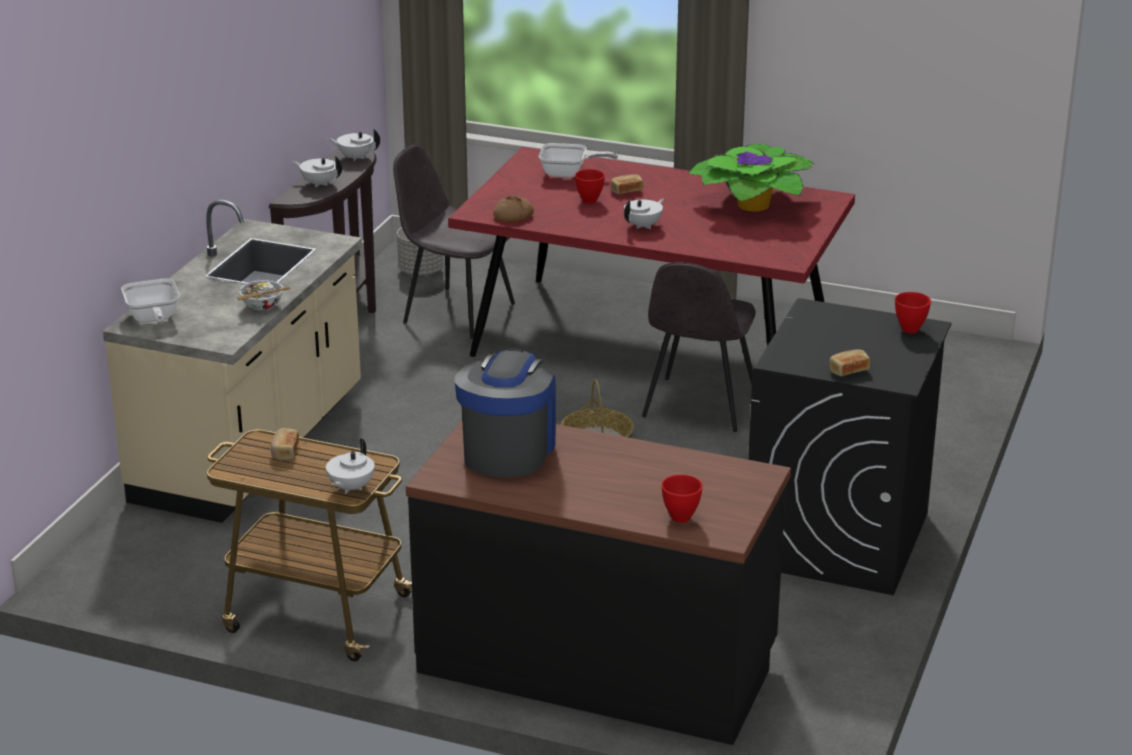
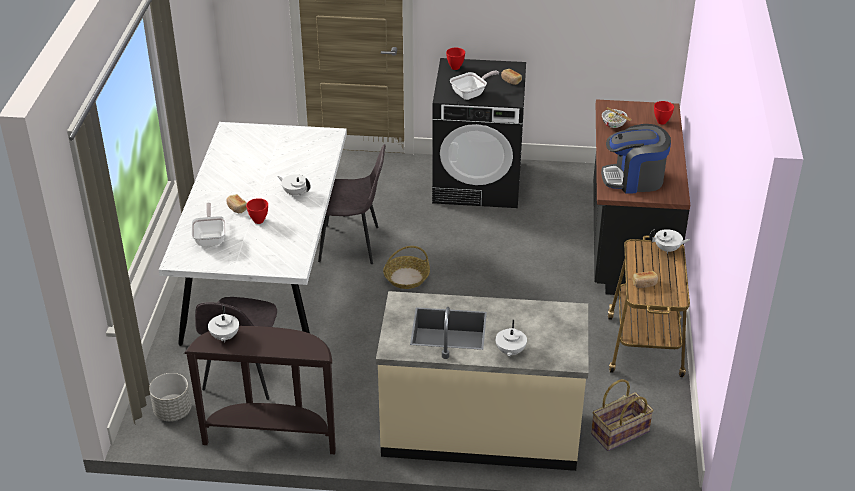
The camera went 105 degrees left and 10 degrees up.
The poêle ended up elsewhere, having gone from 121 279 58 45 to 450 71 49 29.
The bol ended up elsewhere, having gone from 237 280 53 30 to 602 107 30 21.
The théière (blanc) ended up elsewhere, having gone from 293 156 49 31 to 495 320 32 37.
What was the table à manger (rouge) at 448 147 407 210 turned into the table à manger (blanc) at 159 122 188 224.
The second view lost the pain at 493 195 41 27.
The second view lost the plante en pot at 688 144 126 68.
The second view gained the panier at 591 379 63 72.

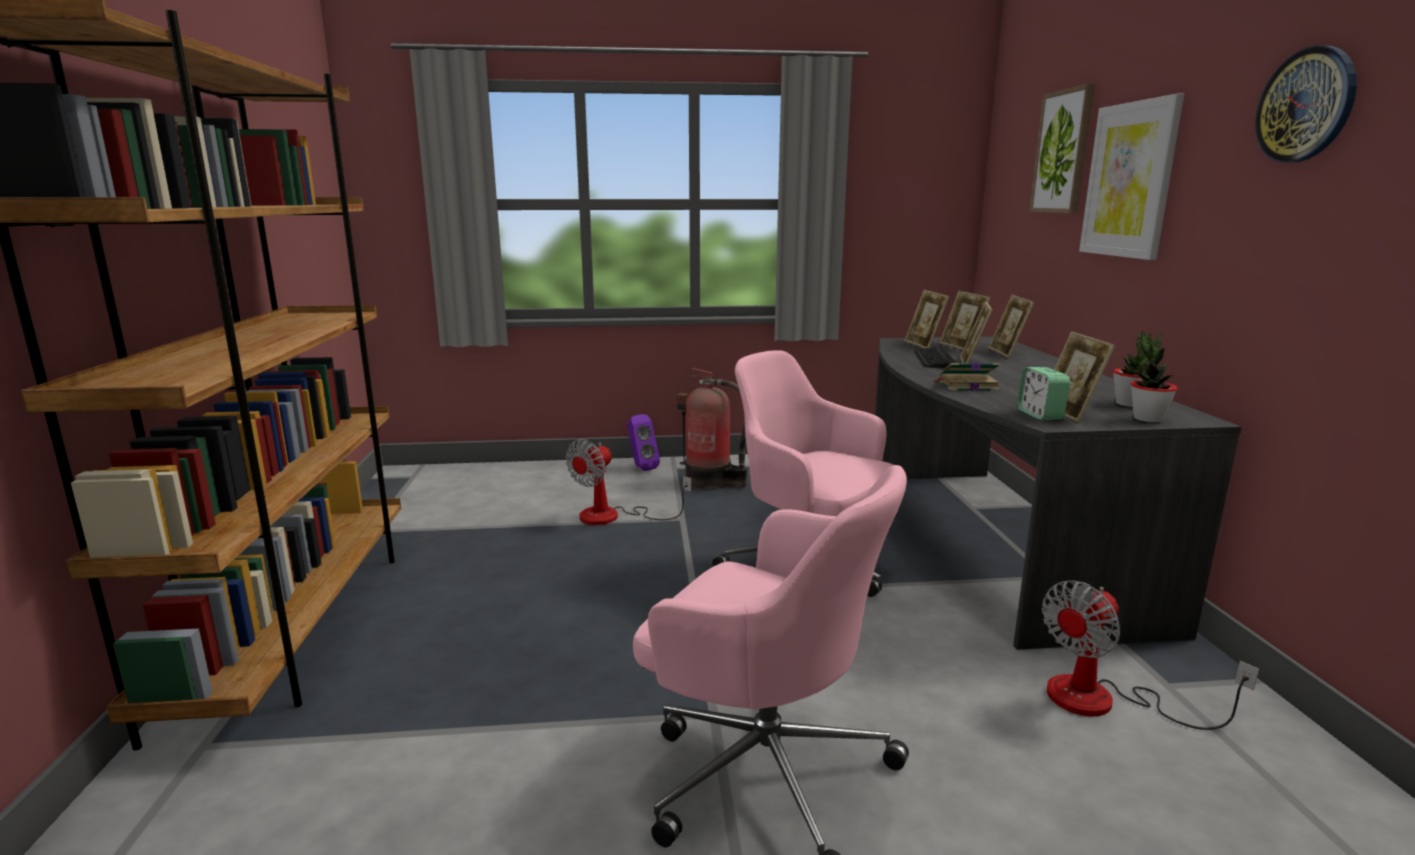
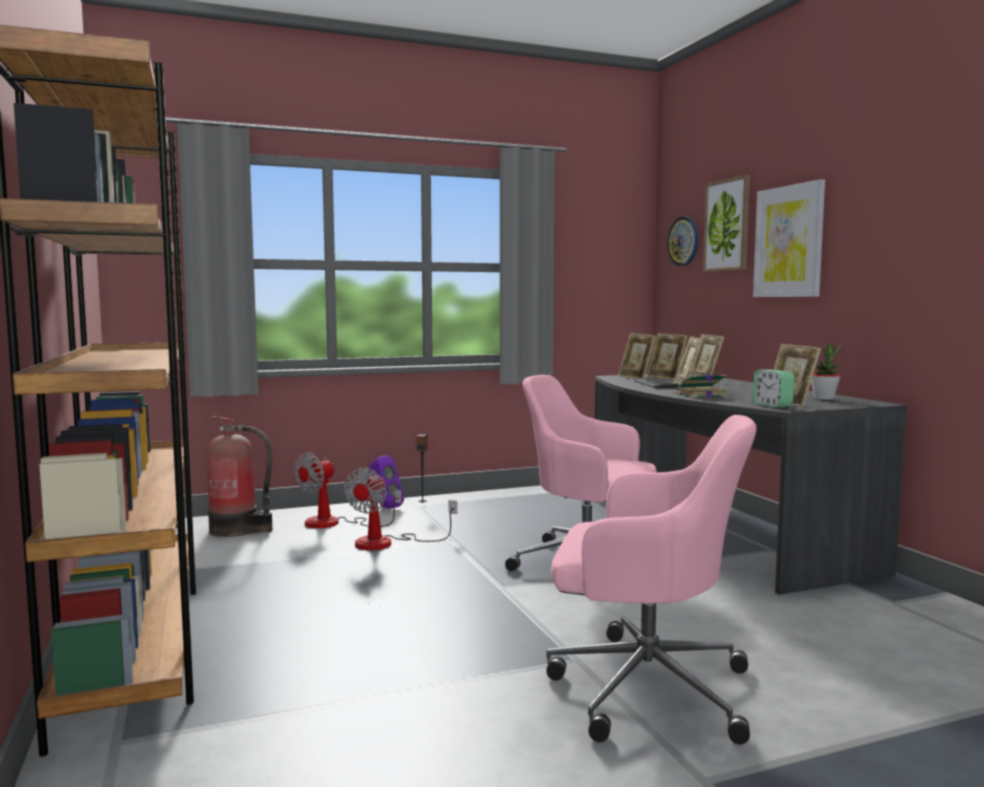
The camera went 15 degrees left and 10 degrees down.
The extincteur ended up elsewhere, having gone from 685 368 62 122 to 207 416 66 121.
The ventilateur ended up elsewhere, having gone from 1042 580 217 150 to 294 452 108 76.
The second view lost the plante en pot at 1131 341 47 82.
The horloge murale ended up elsewhere, having gone from 1255 45 102 118 to 667 216 32 50.

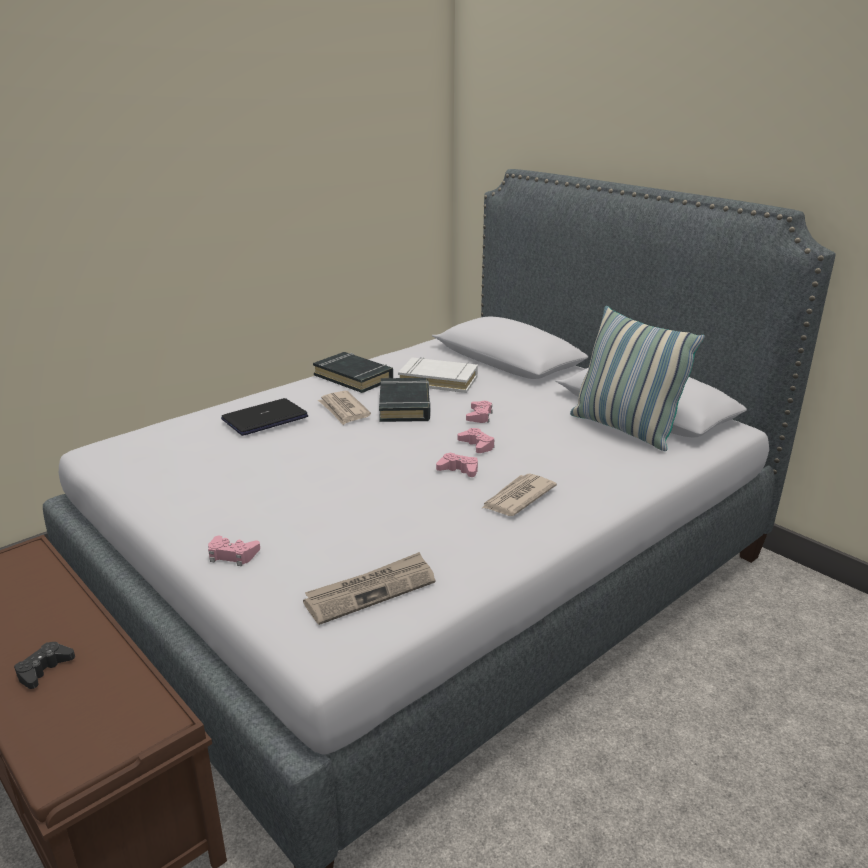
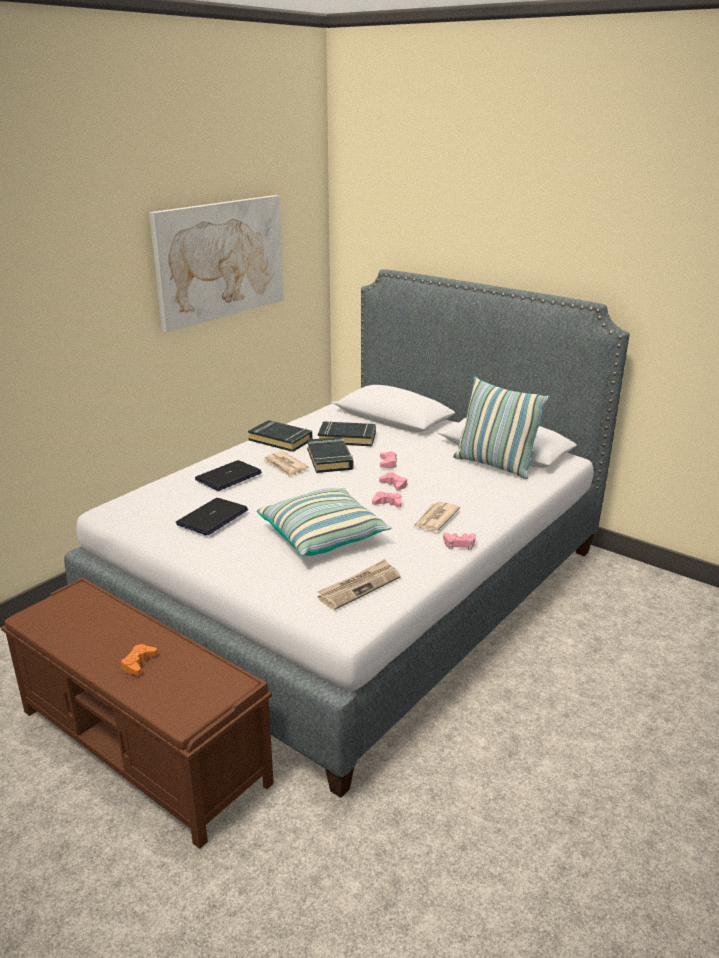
The camera went 10 degrees left and 0 degrees up.
What was the manette (noir) at 14 642 61 47 turned into the manette (orange) at 121 644 36 31.
The manette (rose) ended up elsewhere, having gone from 208 536 52 30 to 443 533 33 17.
What was the livre (blanc) at 398 357 80 36 turned into the livre (noir) at 318 421 58 25.
The second view gained the tableau at 149 195 135 137.
The second view gained the ordinateur portable at 175 498 73 37.
The second view gained the coussin at 257 488 135 68.

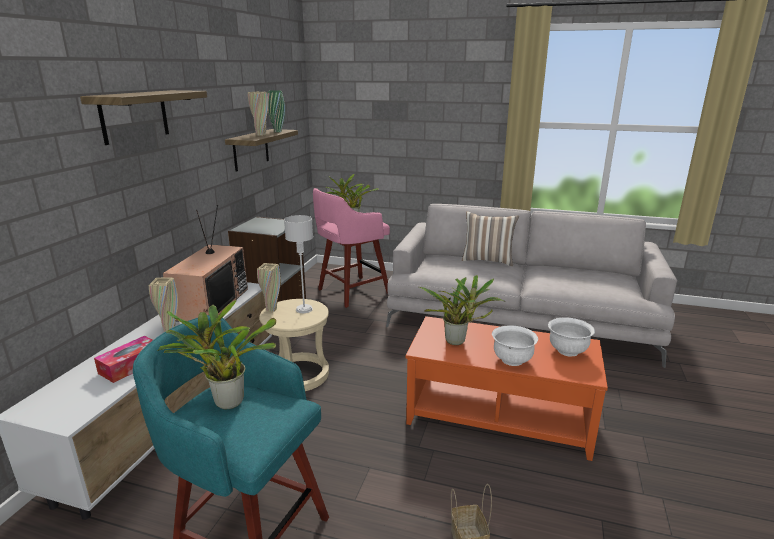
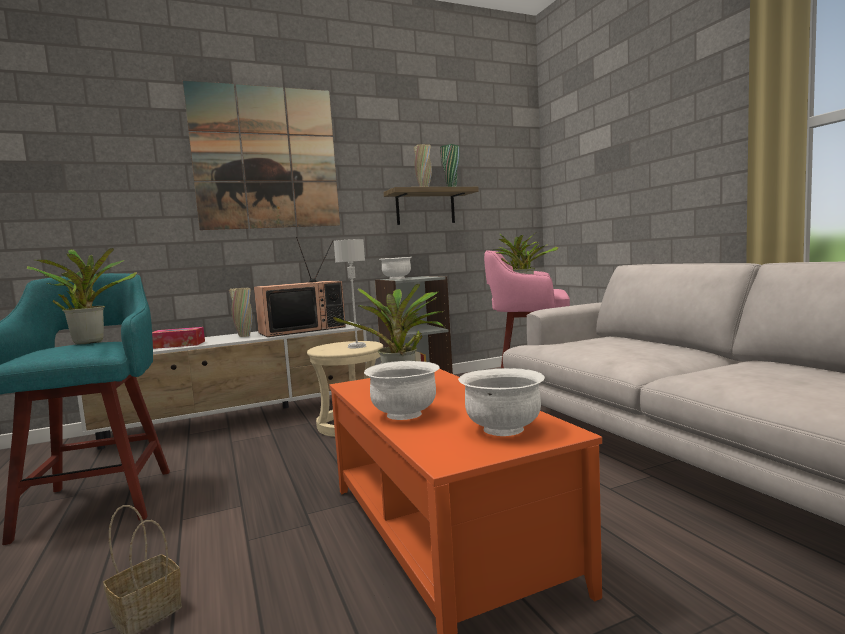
The camera went 50 degrees right and 15 degrees down.
Where the étagère hung at 80 90 127 55, the tableau came to hang at 183 80 157 150.
The second view lost the vase (beige) at 257 263 24 49.
The second view lost the coussin at 462 211 57 55.
The second view gained the bol (blanc) at 380 257 32 22.

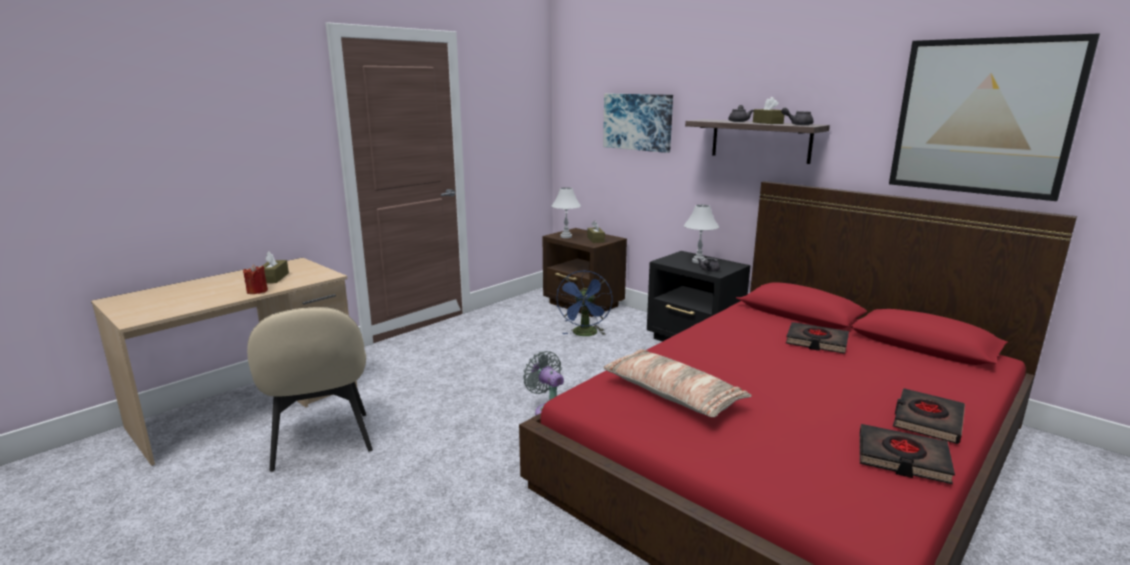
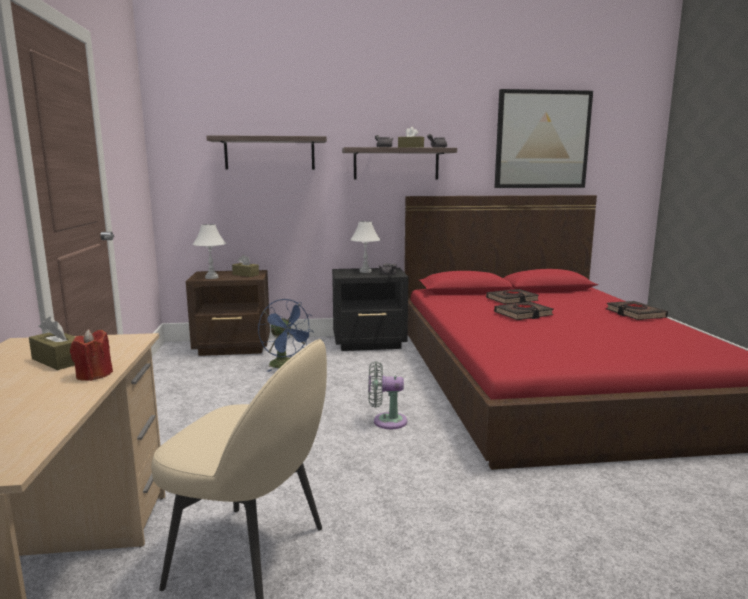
The camera went 50 degrees left and 5 degrees down.
Where the tableau hung at 603 94 70 59, the étagère came to hang at 206 135 121 35.
The second view lost the coussin at 603 349 149 68.
The livre (noir) ended up elsewhere, having gone from 860 424 95 60 to 494 302 60 18.

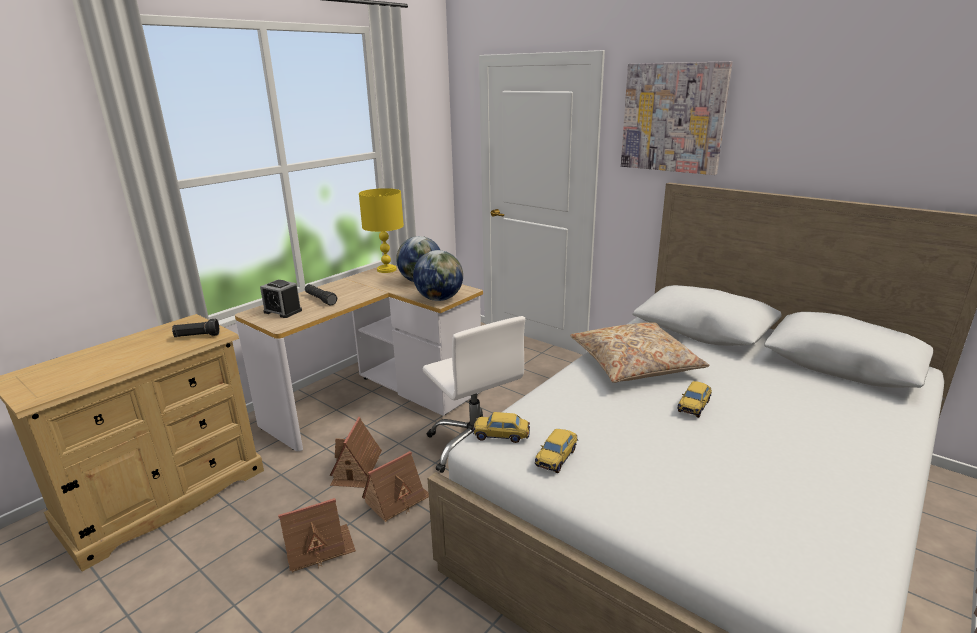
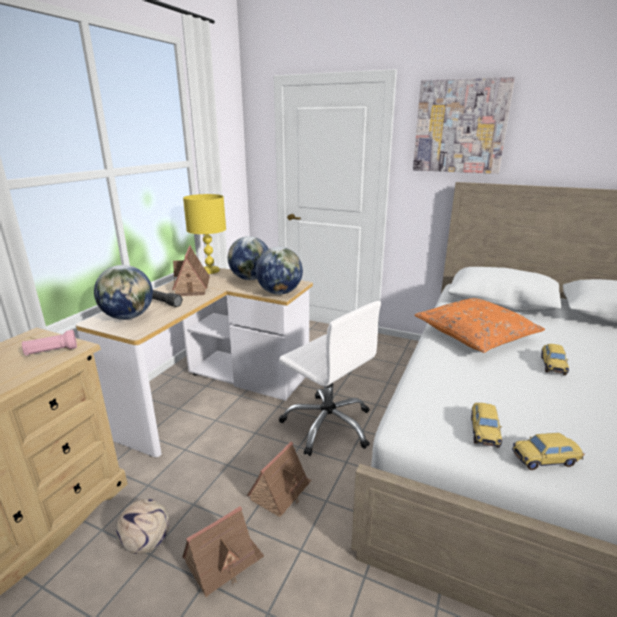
The camera went 15 degrees left and 0 degrees up.
What was the lampe de poche (noir) at 172 319 47 18 turned into the lampe de poche (rose) at 22 330 55 26.
Where the réveil stood at 260 280 42 38, the globe came to stand at 94 265 59 55.
The maison miniature ended up elsewhere, having gone from 330 417 52 71 to 172 246 38 50.
The petite voiture ended up elsewhere, having gone from 473 412 57 31 to 512 433 72 37.
What was the coussin (beige) at 570 322 139 61 turned into the coussin (orange) at 415 298 130 55.
The second view gained the ballon de foot at 116 499 53 55.

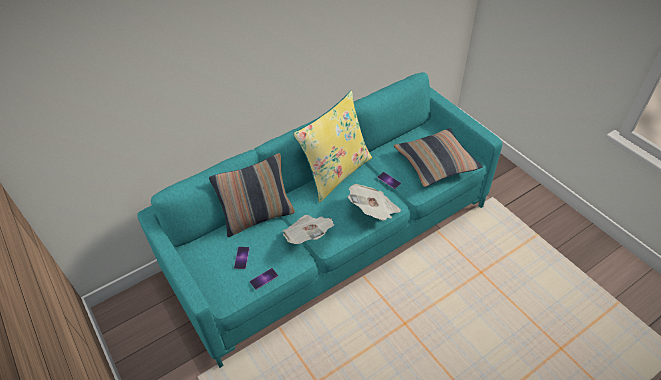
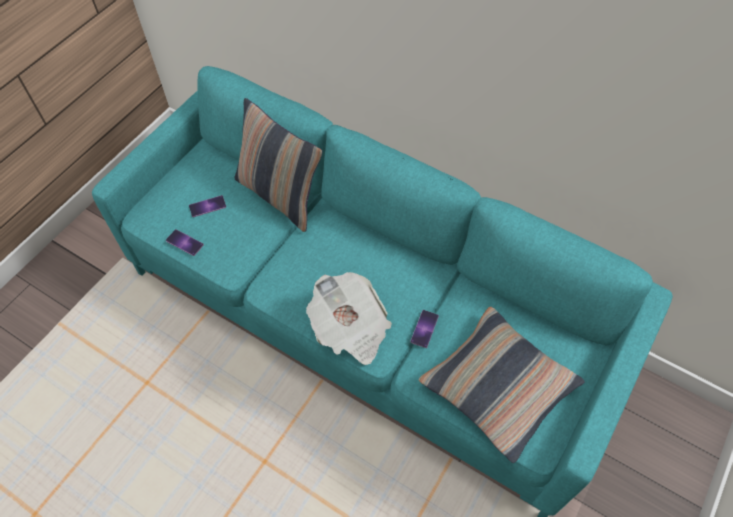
The camera went 65 degrees right and 10 degrees up.
The second view lost the journal at 283 215 51 29.
The second view lost the coussin (jaune) at 293 91 79 111.

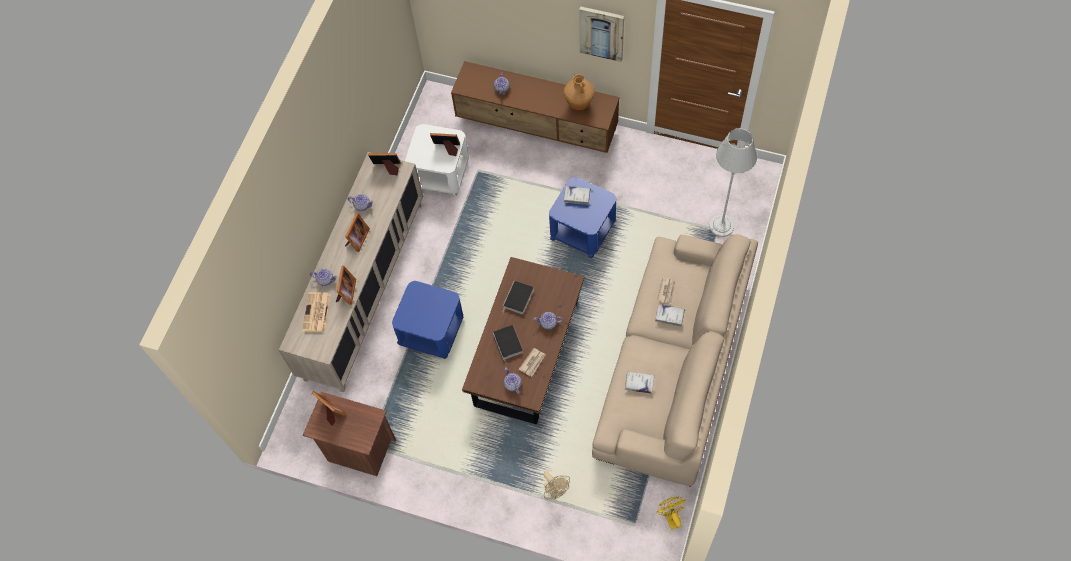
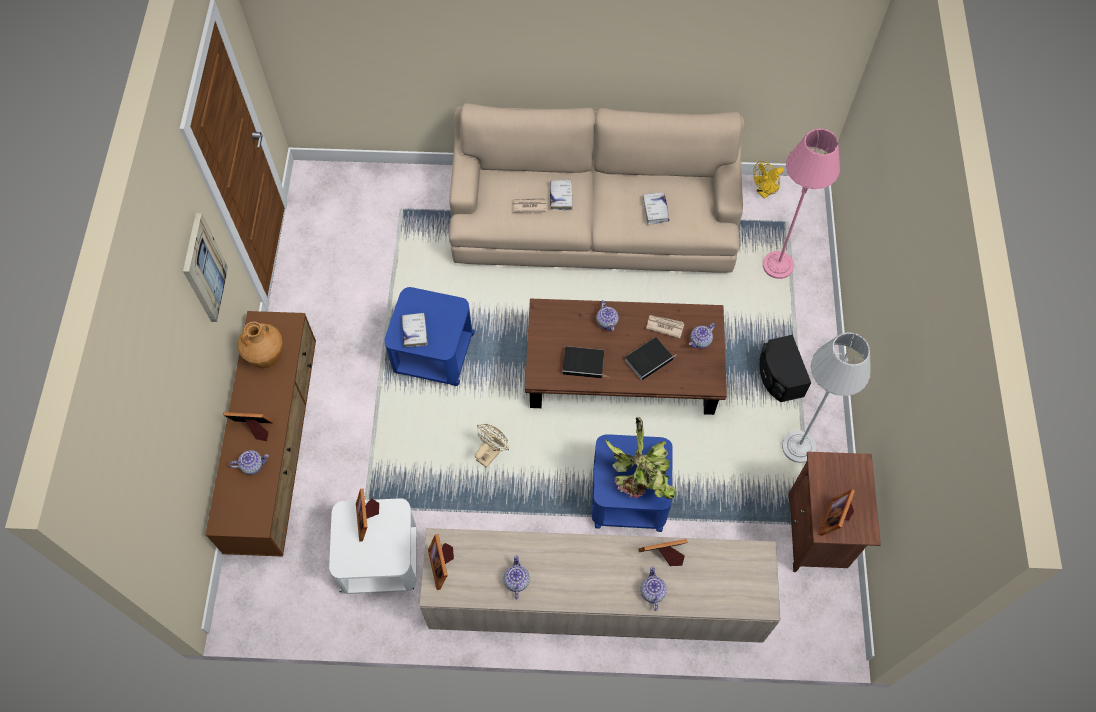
The camera went 110 degrees left and 0 degrees up.
The second view lost the journal at 302 292 29 40.
The cadre photo ended up elsewhere, having gone from 345 213 25 39 to 223 412 50 29.
The ventilateur (beige) ended up elsewhere, having gone from 543 471 27 28 to 475 424 34 44.
The lampadaire (gris) ended up elsewhere, having gone from 709 128 48 109 to 782 332 89 131.
The second view gained the plante en pot at 605 417 71 82.
The second view gained the enceinte (noir) at 759 335 52 67.
The second view gained the lampadaire (rose) at 763 128 77 151.

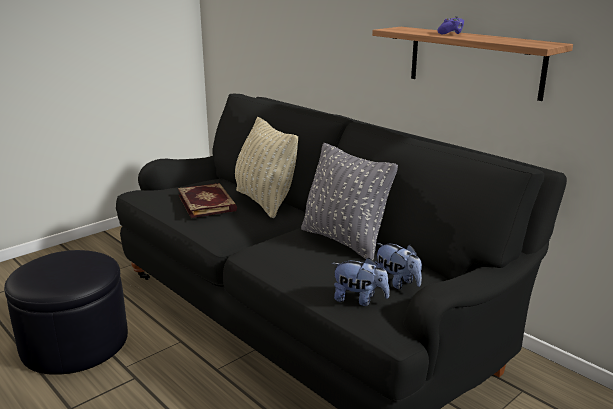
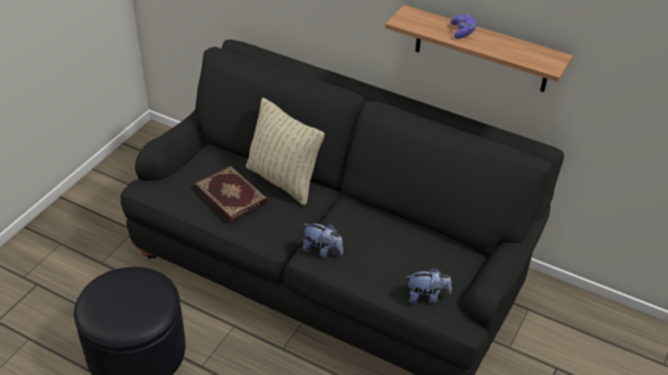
The camera went 20 degrees left and 20 degrees up.
The second view lost the coussin (gris) at 301 143 97 117.
The peluche ended up elsewhere, having gone from 375 243 47 46 to 303 224 40 34.

